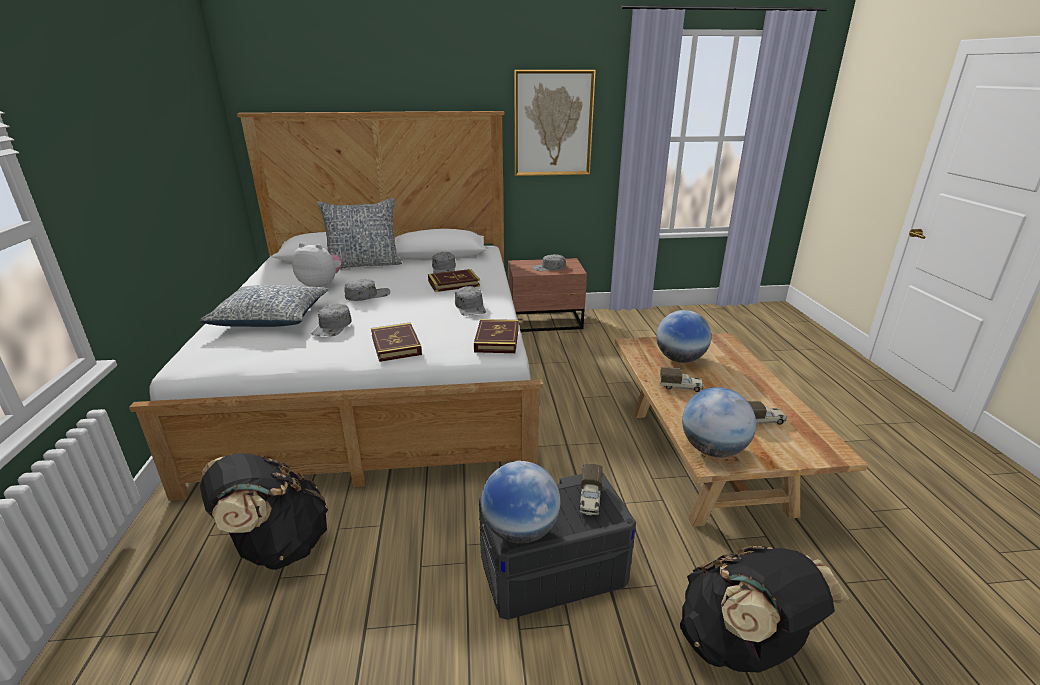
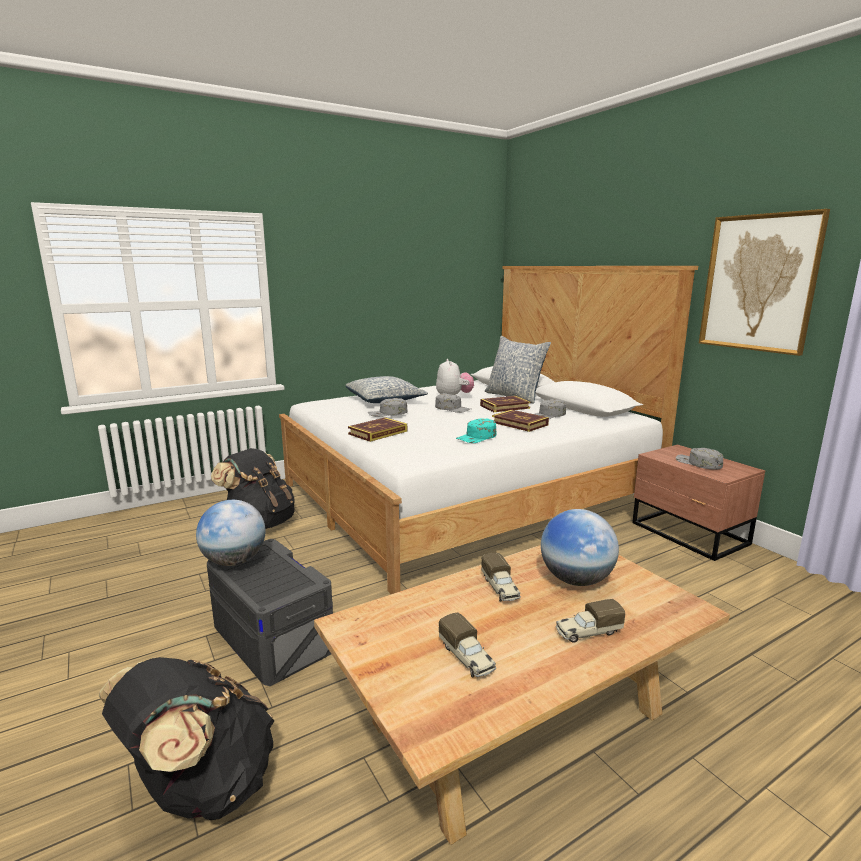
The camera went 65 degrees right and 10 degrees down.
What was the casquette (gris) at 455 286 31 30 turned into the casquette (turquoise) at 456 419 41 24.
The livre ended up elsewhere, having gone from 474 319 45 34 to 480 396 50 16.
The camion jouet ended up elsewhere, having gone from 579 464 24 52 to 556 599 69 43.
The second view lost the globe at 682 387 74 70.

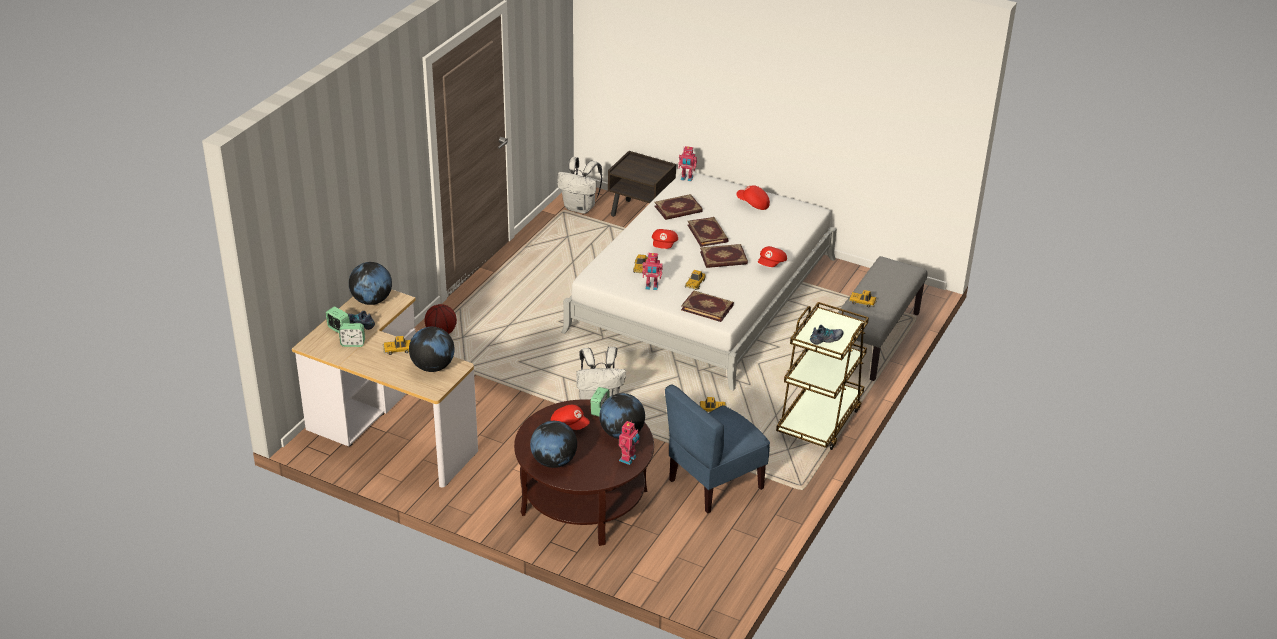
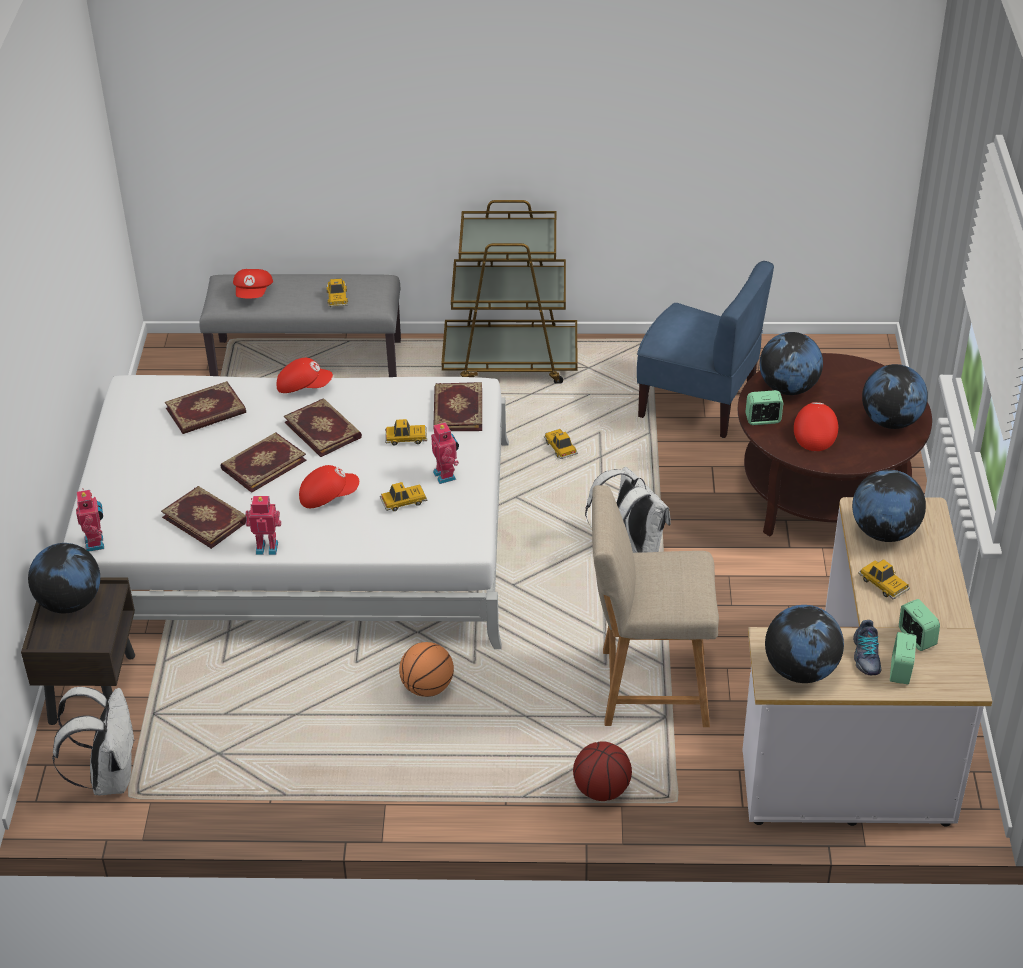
The camera went 115 degrees left and 5 degrees up.
The robot jouet ended up elsewhere, having gone from 619 421 21 44 to 245 496 36 59.
The casquette (rouge) ended up elsewhere, having gone from 737 185 33 25 to 233 269 40 29.
The second view lost the chaussure at 810 325 33 20.
The second view gained the globe at 28 543 72 70.
The second view gained the livre at 165 381 81 53.
The second view gained the ballon de basket at 399 642 55 55.
The second view gained the chaise (beige) at 592 485 127 242.

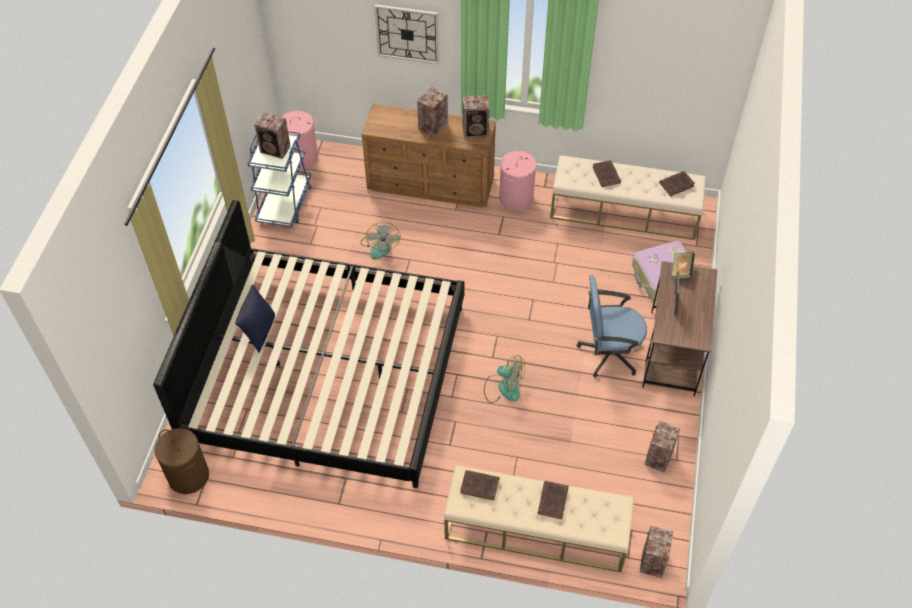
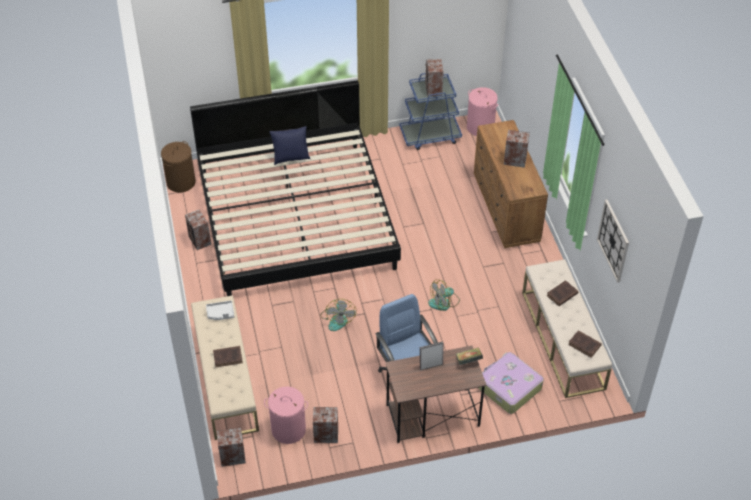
The camera went 65 degrees right and 5 degrees down.
The ventilateur ended up elsewhere, having gone from 360 222 40 37 to 428 279 32 32.
The horloge murale ended up elsewhere, having gone from 374 4 65 60 to 597 200 32 83.
Where the livre (marron) stood at 460 470 40 31, the plateau (gris) came to stand at 206 301 29 19.
The enceinte ended up elsewhere, having gone from 463 95 27 43 to 185 209 26 41.
The panier à linge (rose) ended up elsewhere, having gone from 499 151 37 60 to 264 387 44 57.

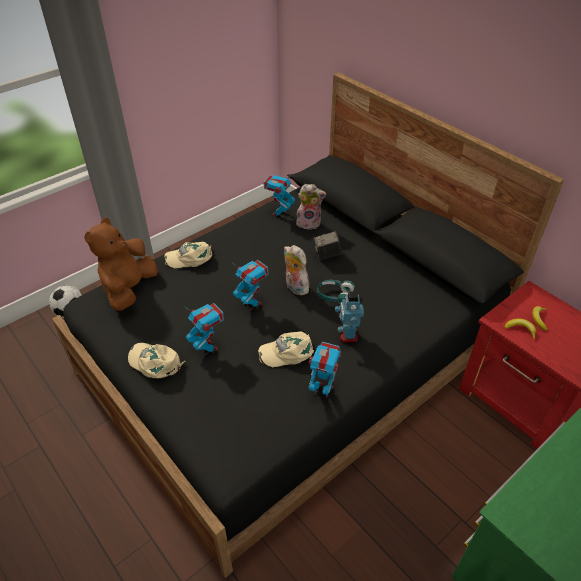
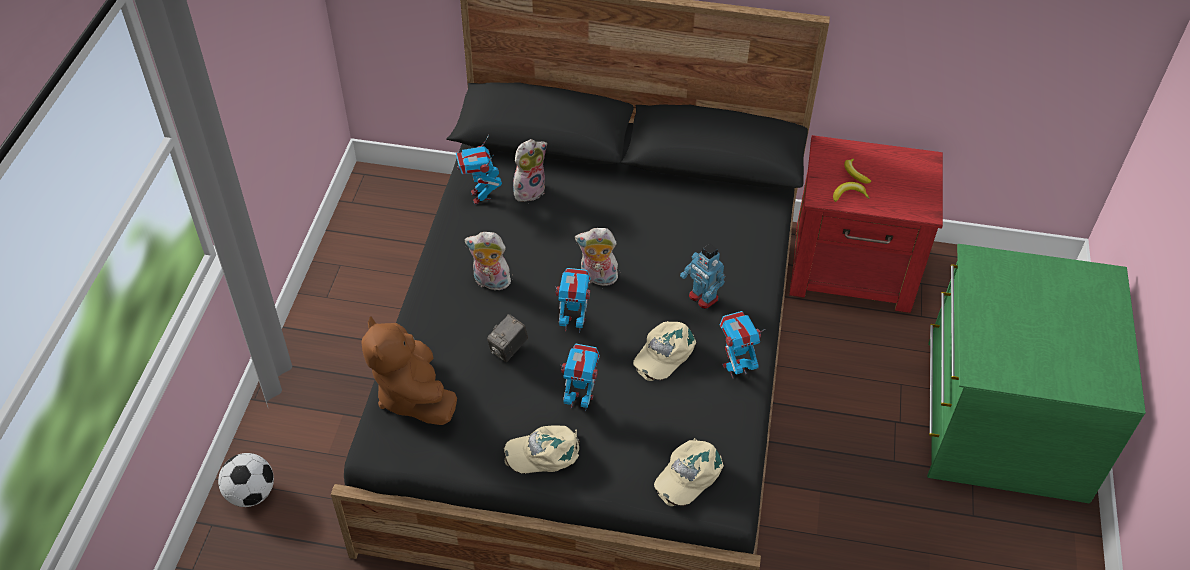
The camera went 40 degrees left and 5 degrees up.
The casquette (beige) ended up elsewhere, having gone from 164 242 49 27 to 654 438 70 68.
The appareil photo ended up elsewhere, having gone from 314 231 28 29 to 487 314 41 48.
The second view lost the casque audio (turquoise) at 318 280 37 24.
The second view gained the peluche at 465 232 46 61.

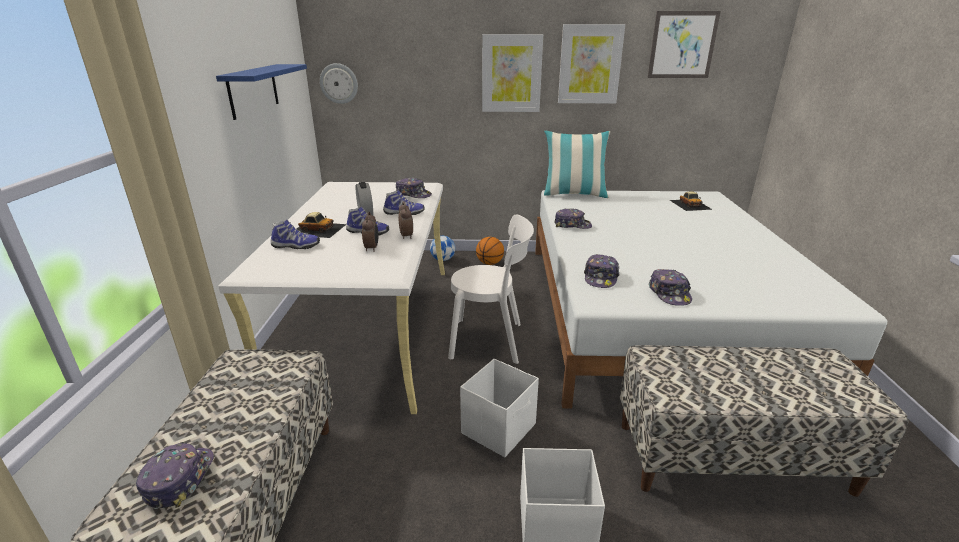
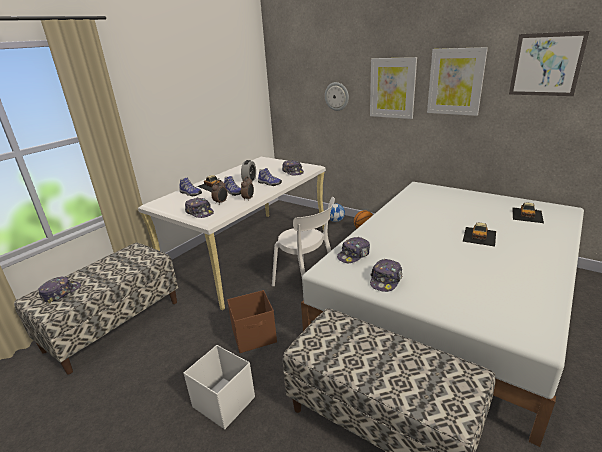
The camera went 35 degrees right and 0 degrees up.
The second view lost the étagère (bleu) at 216 64 91 56.
The horloge murale ended up elsewhere, having gone from 320 63 38 41 to 325 82 24 29.
What was the boîte de rangement (blanc) at 460 359 79 98 turned into the boîte de rangement (marron) at 227 290 50 63.
The second view lost the coussin at 544 131 66 67.
The casquette ended up elsewhere, having gone from 554 208 38 21 to 185 197 29 21.
The second view gained the petite voiture at 463 223 33 24.

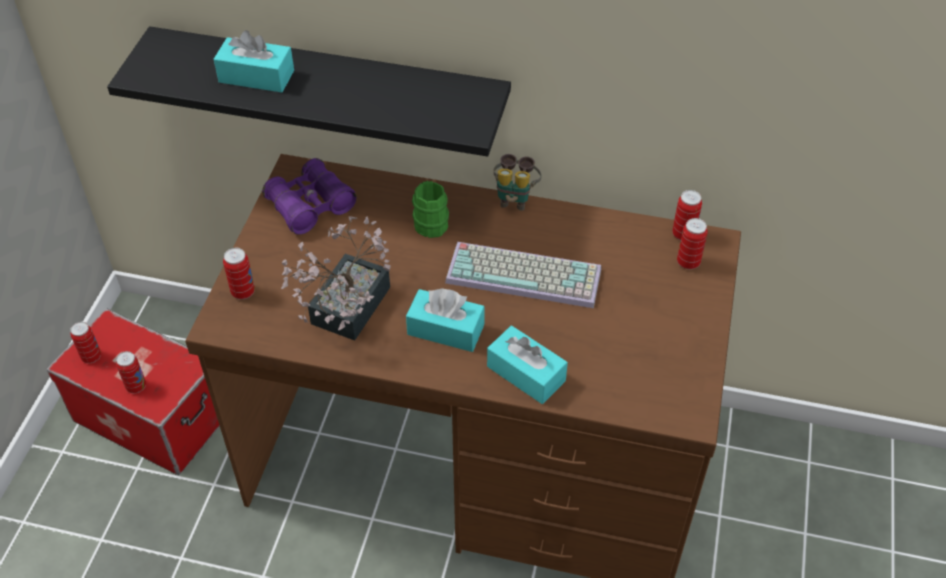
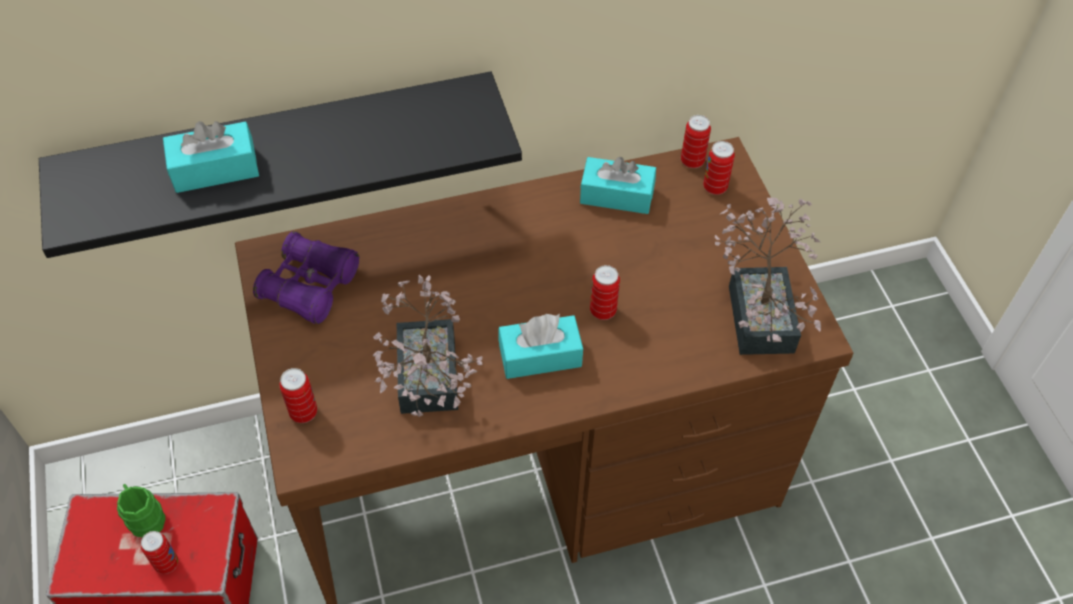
The camera went 30 degrees left and 5 degrees up.
The boîte métallique ended up elsewhere, having gone from 70 322 31 41 to 590 265 30 55.
The mug (vert) ended up elsewhere, having gone from 412 181 37 57 to 117 484 49 53.
The second view lost the clavier at 445 242 156 66.
The boîte à mouchoirs (turquoise) ended up elsewhere, having gone from 487 326 81 78 to 580 157 76 57.
The second view lost the jumelles at 494 154 48 57.
The second view gained the plante en pot at 715 197 106 158.

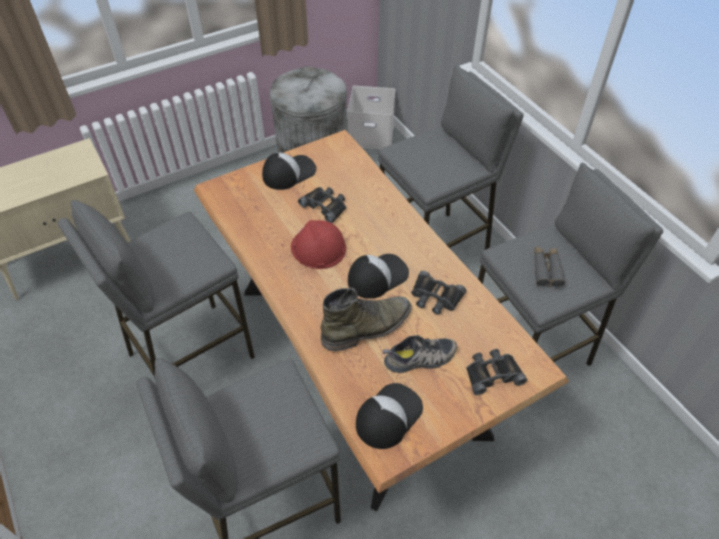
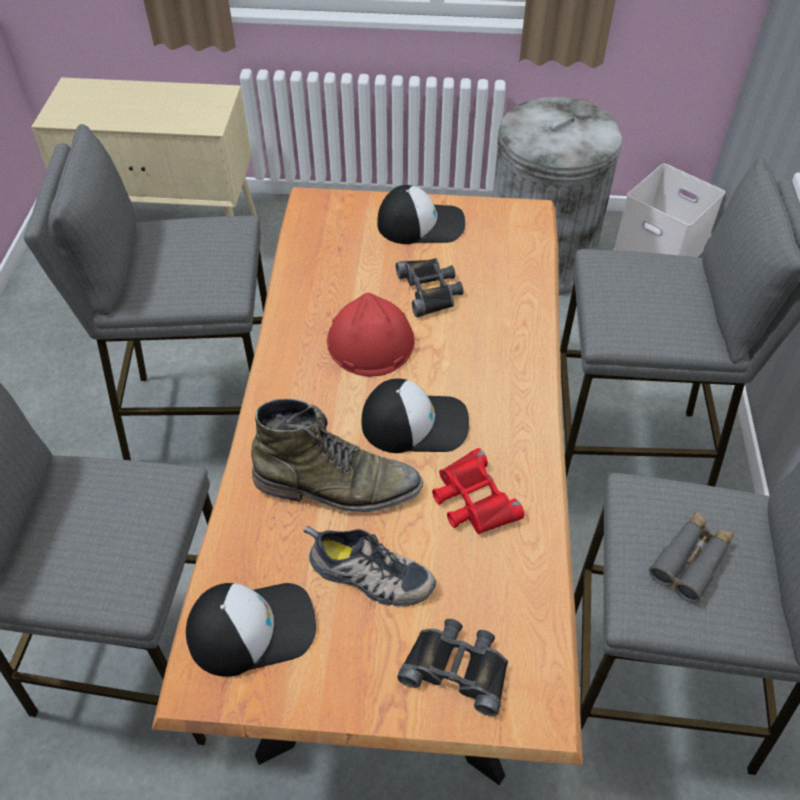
The camera went 35 degrees right and 0 degrees up.
What was the jumelles (noir) at 411 271 55 44 turned into the jumelles (rouge) at 432 448 92 86.

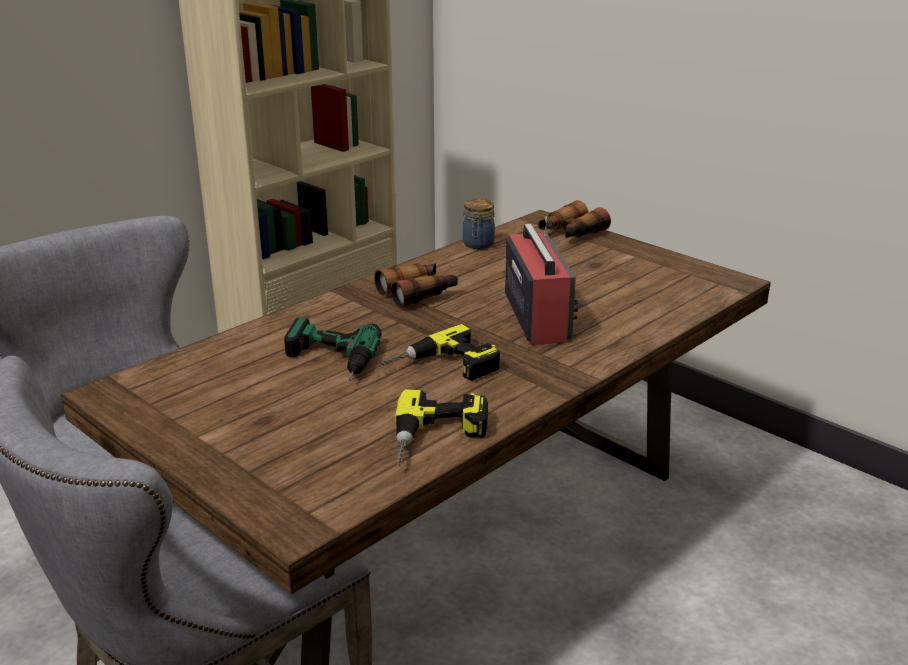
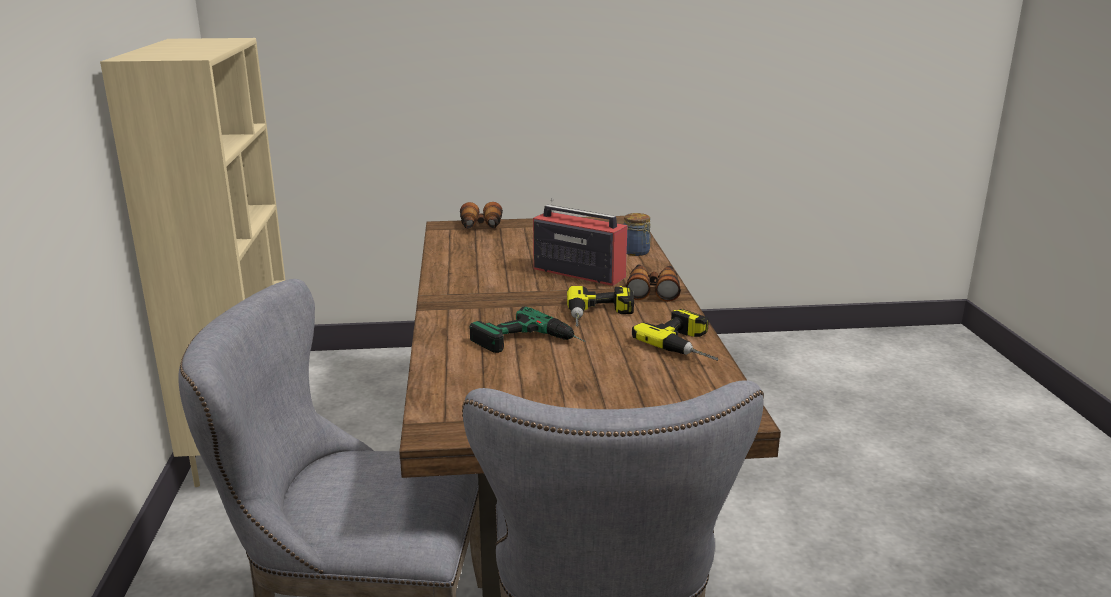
The camera went 50 degrees left and 5 degrees down.
The jumelles ended up elsewhere, having gone from 374 263 84 45 to 626 265 55 37.
The bocal ended up elsewhere, having gone from 463 199 32 50 to 624 213 27 43.

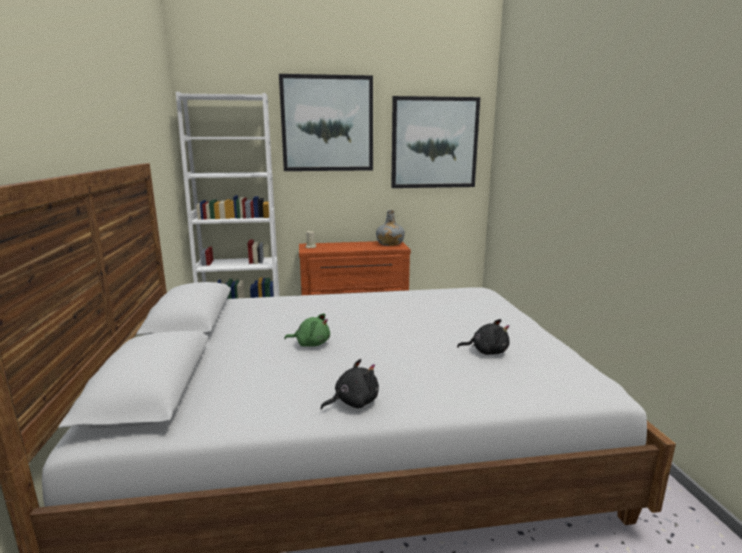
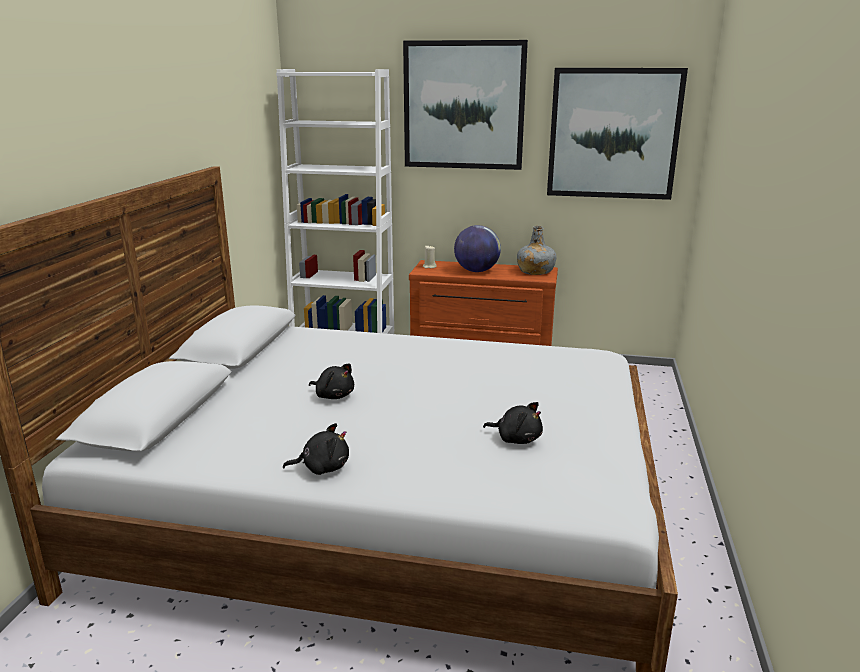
The camera went 20 degrees right and 5 degrees up.
What was the peluche (vert) at 284 313 46 34 turned into the peluche (noir) at 309 363 45 36.
The second view gained the globe at 454 225 47 47.

